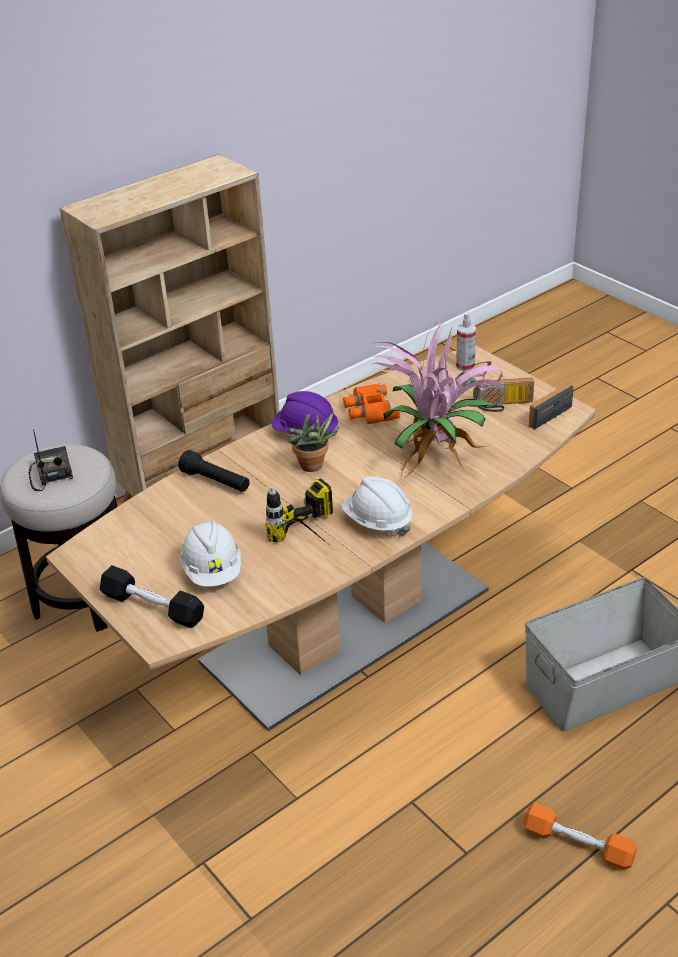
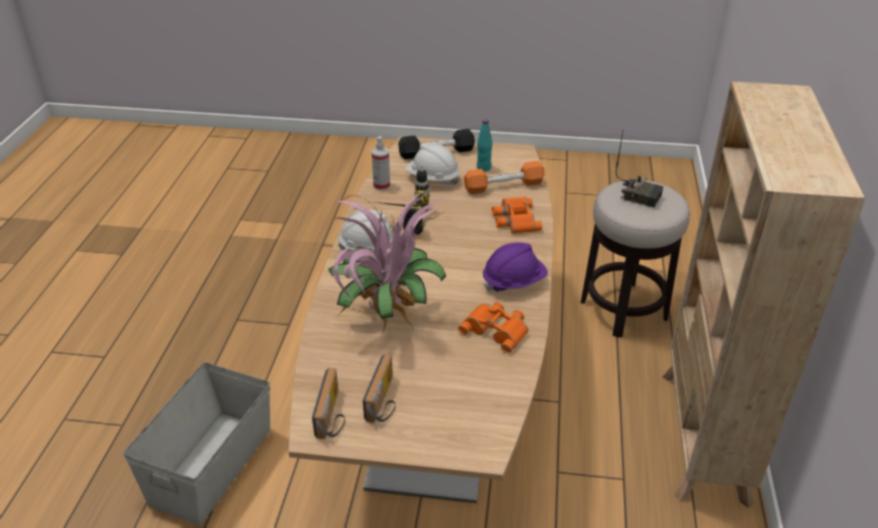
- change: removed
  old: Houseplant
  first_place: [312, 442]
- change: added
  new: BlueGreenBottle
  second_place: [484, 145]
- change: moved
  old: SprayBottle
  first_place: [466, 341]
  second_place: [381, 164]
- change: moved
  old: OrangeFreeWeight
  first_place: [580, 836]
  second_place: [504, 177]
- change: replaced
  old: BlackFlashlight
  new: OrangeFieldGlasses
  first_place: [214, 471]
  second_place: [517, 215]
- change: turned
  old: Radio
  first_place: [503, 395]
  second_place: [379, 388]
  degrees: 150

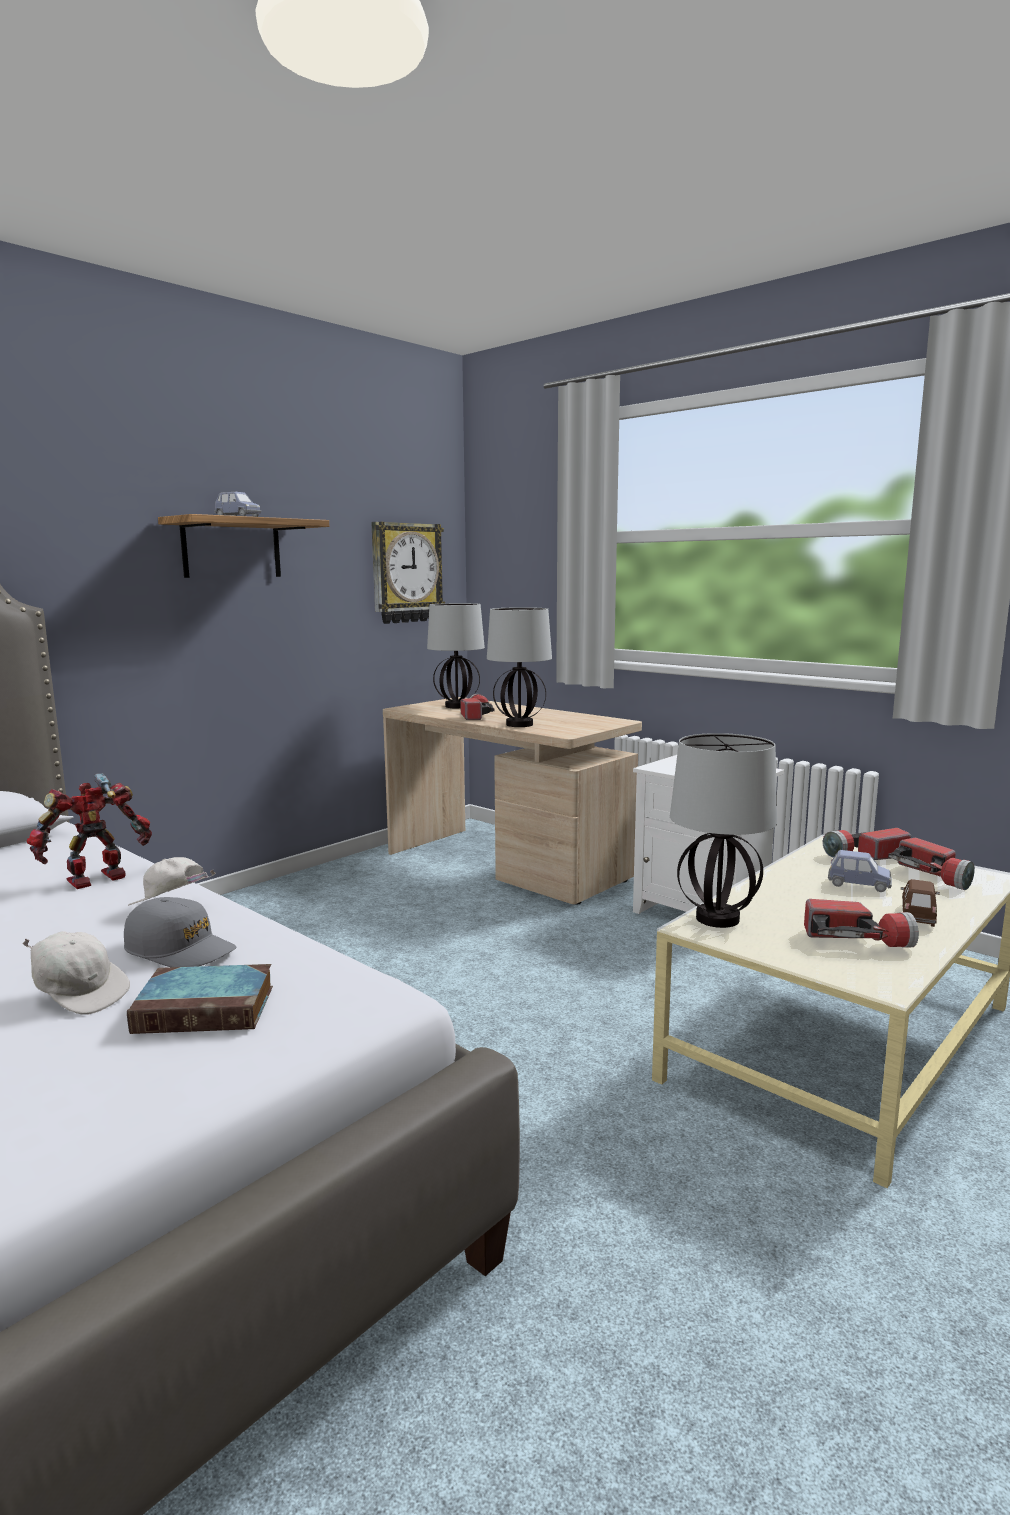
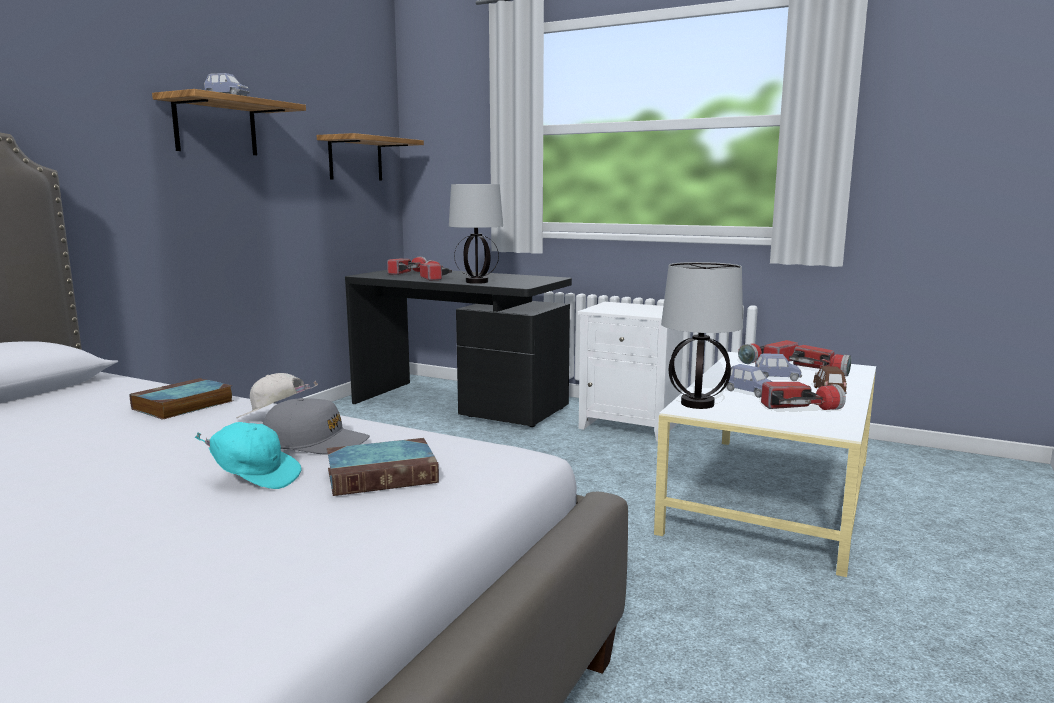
- change: added
  new: BlueMiniatureCar
  second_place: [748, 381]
- change: replaced
  old: ModelRobot
  new: BoundBook
  first_place: [89, 831]
  second_place: [181, 399]
- change: replaced
  old: HangingClock
  new: BracketShelf
  first_place: [408, 572]
  second_place: [370, 157]
- change: replaced
  old: TableLamp
  new: Flashlight
  first_place: [456, 655]
  second_place: [407, 265]
- change: recoloured
  old: WhitishBaseballCap
  new: BlueGreenBaseballCap
  first_place: [76, 973]
  second_place: [248, 455]
- change: recoloured
  old: BeigeColouredDesk
  new: BlackDesk
  first_place: [512, 801]
  second_place: [458, 348]

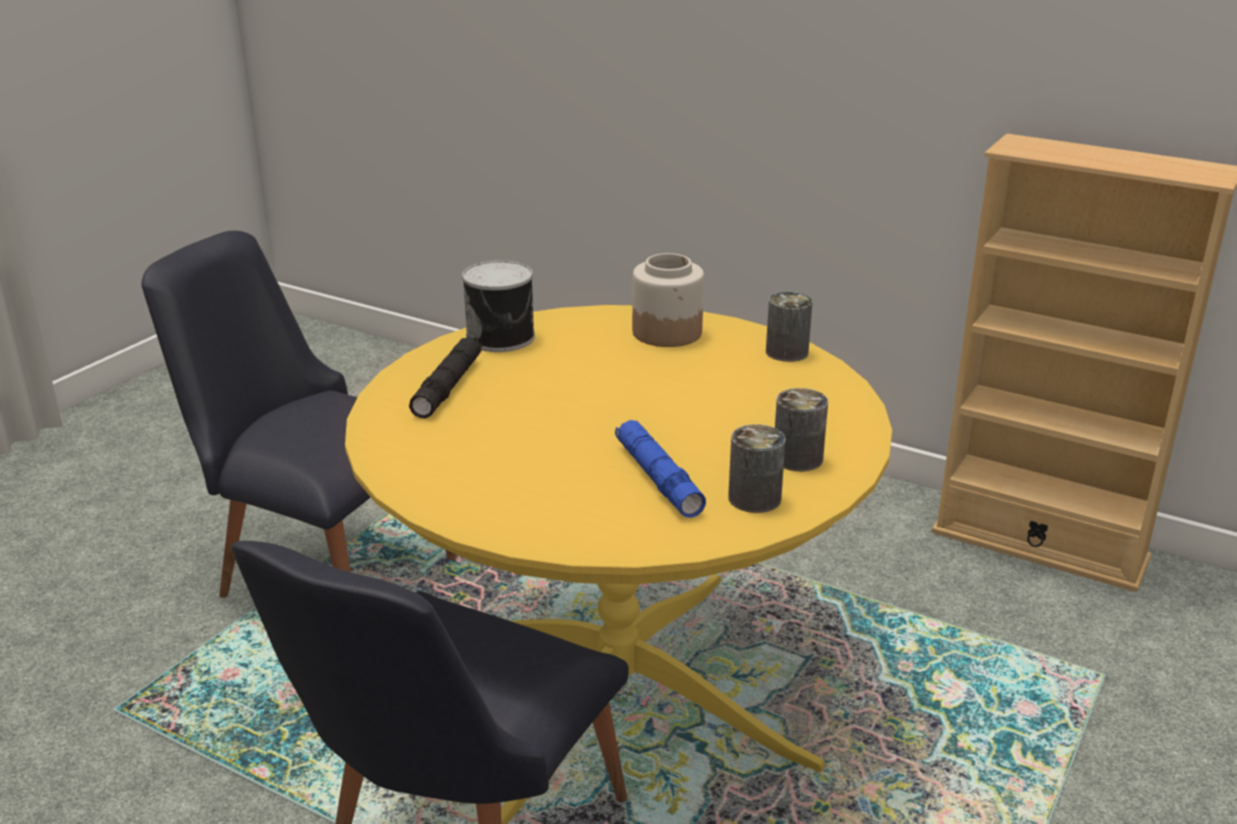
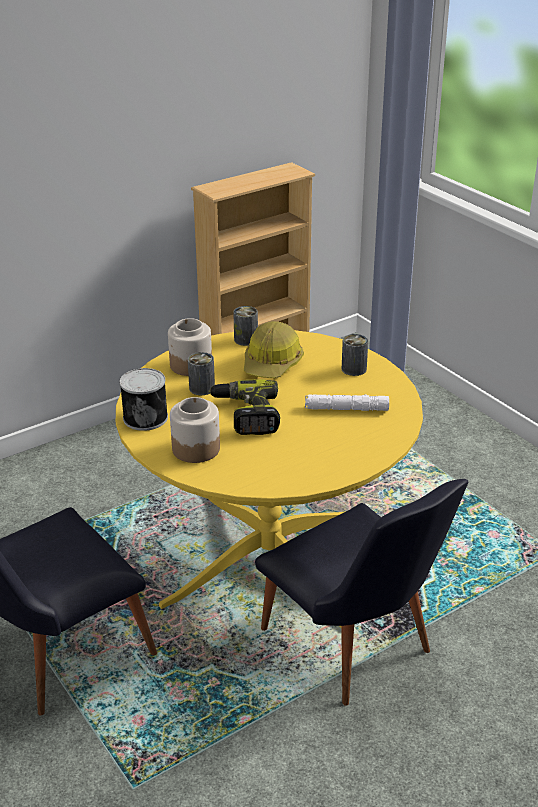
- change: added
  new: PowerDrill
  second_place: [244, 407]
- change: added
  new: WorkHelmet
  second_place: [274, 349]
- change: moved
  old: Can
  first_place: [757, 468]
  second_place: [201, 373]
- change: replaced
  old: BlackFlashlight
  new: StorageJar
  first_place: [445, 378]
  second_place: [195, 430]
- change: recoloured
  old: BlueFlashlight
  new: WhitishFlashlight
  first_place: [660, 469]
  second_place: [347, 402]

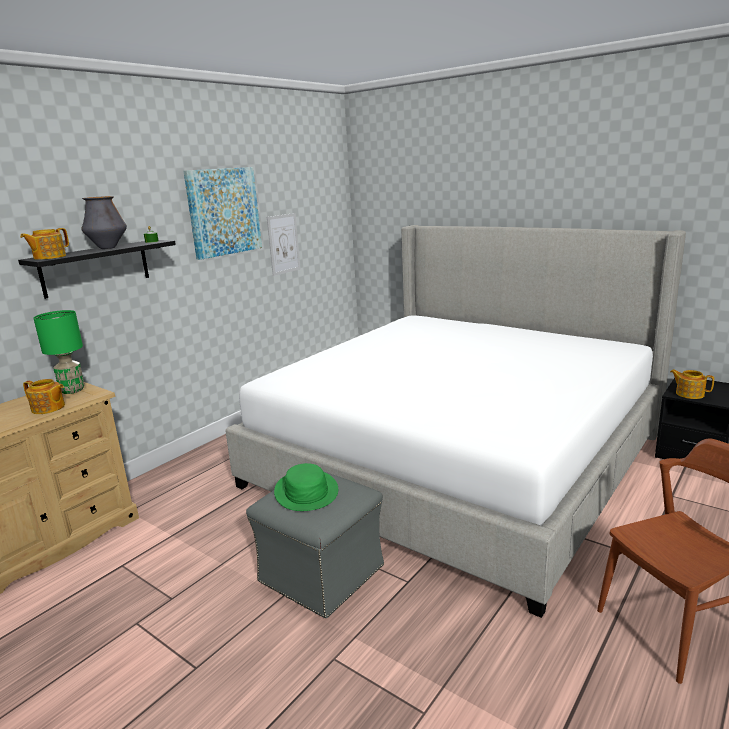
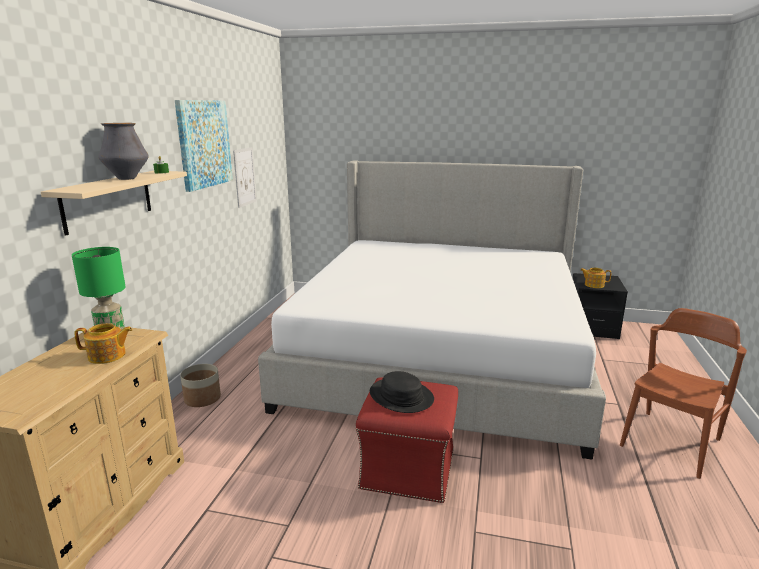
- change: removed
  old: PotForTea
  first_place: [44, 244]
- change: added
  new: FlowerPot
  second_place: [200, 385]
- change: recoloured
  old: BlackBracketShelf
  new: BeigeColouredBracketShelf
  first_place: [97, 269]
  second_place: [114, 203]
- change: recoloured
  old: GreyishFootrest
  new: ReddishFootrest
  first_place: [315, 544]
  second_place: [407, 440]
- change: recoloured
  old: GreenishWearableHat
  new: BlackWearableHat
  first_place: [306, 487]
  second_place: [402, 392]

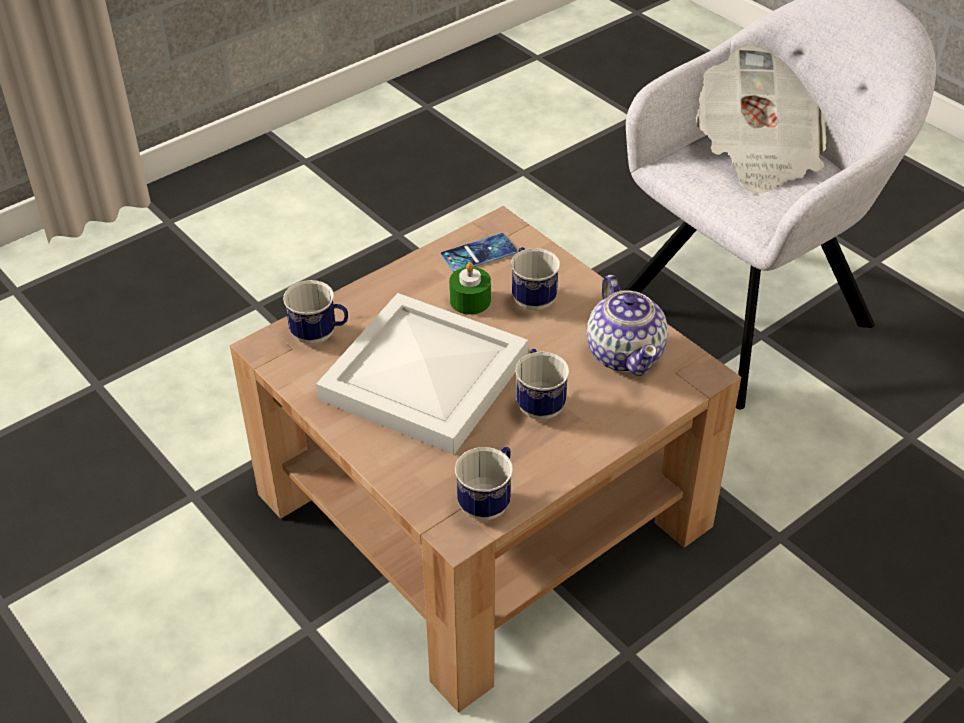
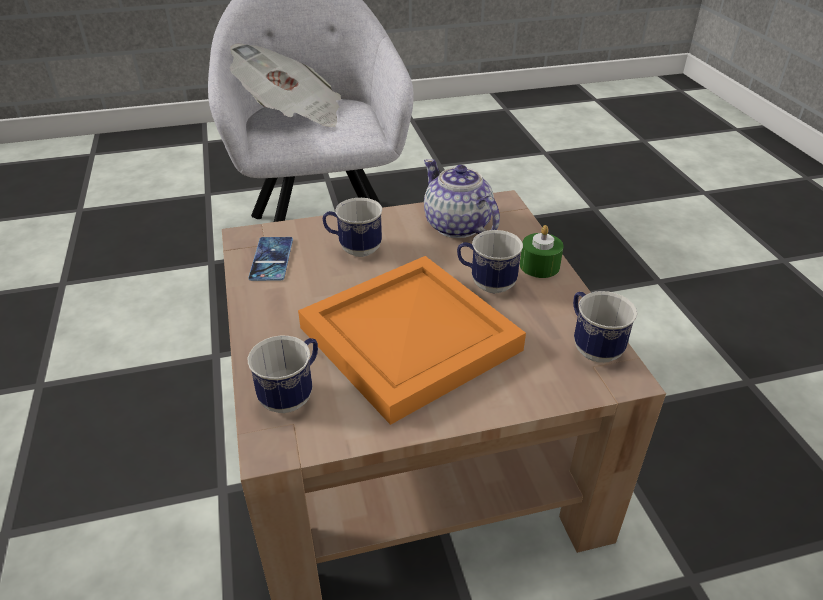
- change: moved
  old: GreenishCandle
  first_place: [470, 288]
  second_place: [542, 251]
- change: recoloured
  old: WhitishTray
  new: OrangeTray
  first_place: [422, 374]
  second_place: [412, 340]
- change: turned
  old: PotForTea
  first_place: [627, 325]
  second_place: [462, 198]
  degrees: -135

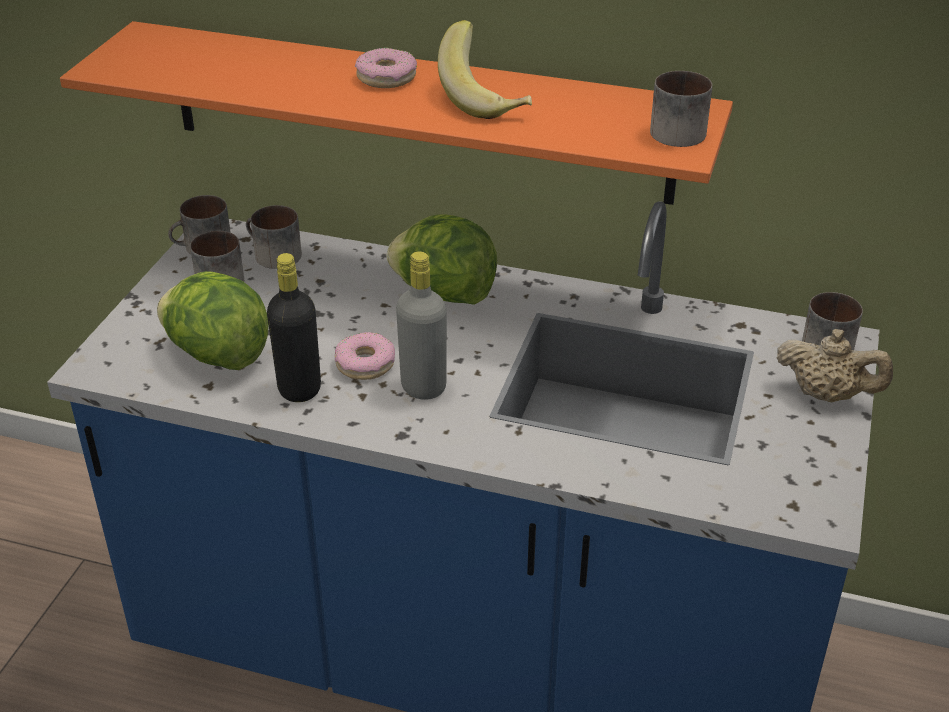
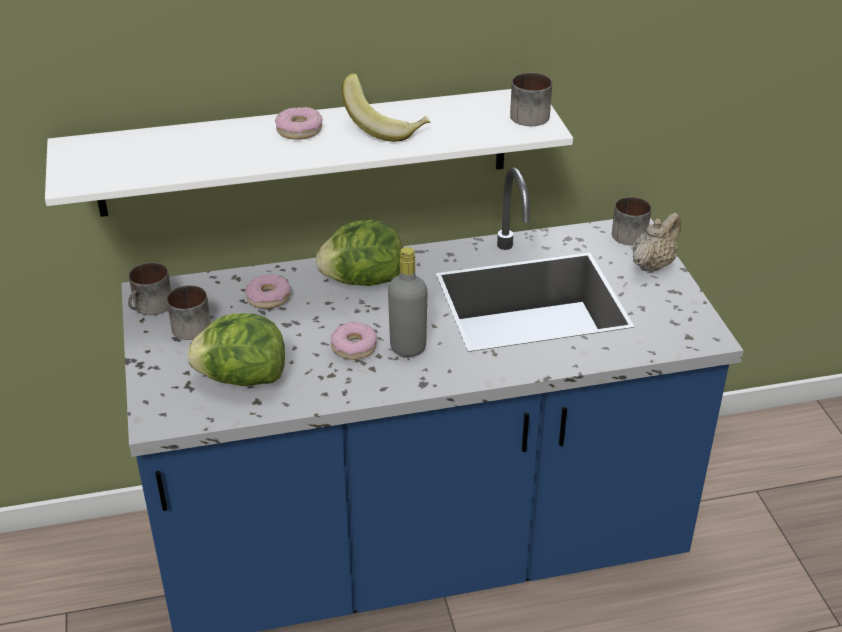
- change: removed
  old: TeaMug
  first_place: [274, 237]
- change: removed
  old: BlackBottle
  first_place: [294, 327]
- change: added
  new: Doughnut
  second_place: [268, 291]
- change: recoloured
  old: OrangeBracketShelf
  new: WhitishBracketShelf
  first_place: [396, 113]
  second_place: [309, 153]
- change: turned
  old: BeigeColouredPotForTea
  first_place: [835, 365]
  second_place: [657, 242]
  degrees: -45

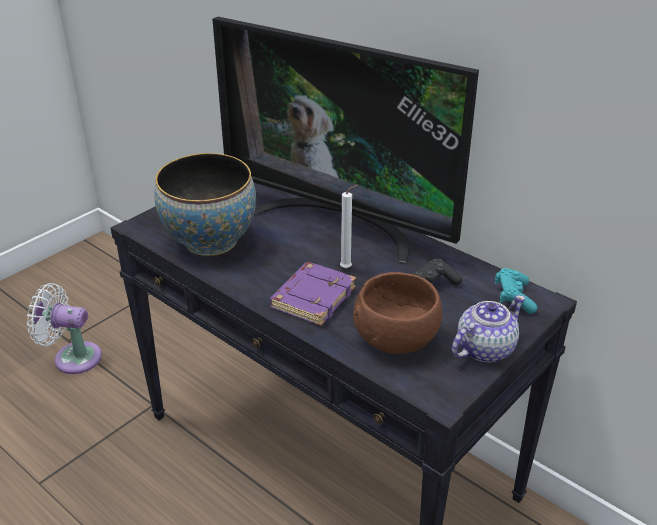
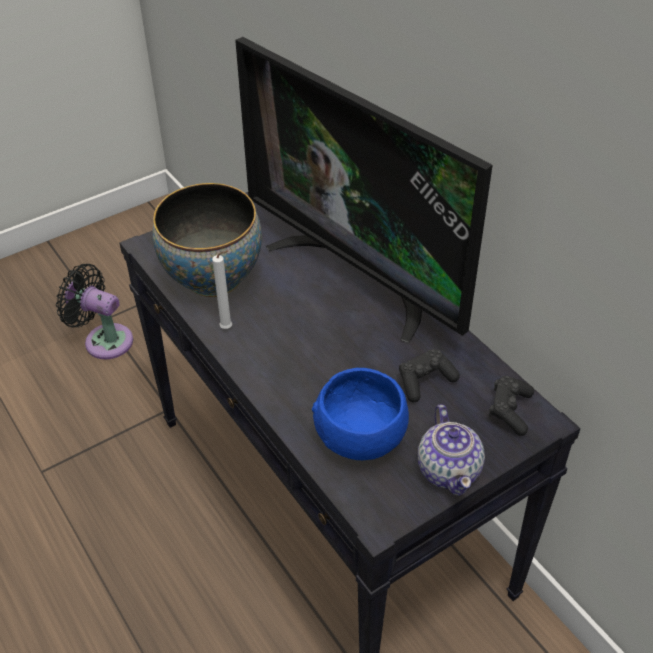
- change: removed
  old: PurplishBoundBook
  first_place: [312, 294]
- change: moved
  old: WhitishCandle
  first_place: [349, 226]
  second_place: [222, 290]
- change: recoloured
  old: WhitishCoolingFan
  new: BlackCoolingFan
  first_place: [64, 328]
  second_place: [94, 311]
- change: recoloured
  old: BrownishServingBowl
  new: BlueServingBowl
  first_place: [397, 313]
  second_place: [360, 414]
- change: recoloured
  old: BlueGreenJoypad
  new: BlackJoypad
  first_place: [516, 291]
  second_place: [511, 406]
- change: turned
  old: PotForTea
  first_place: [488, 329]
  second_place: [451, 450]
  degrees: 105

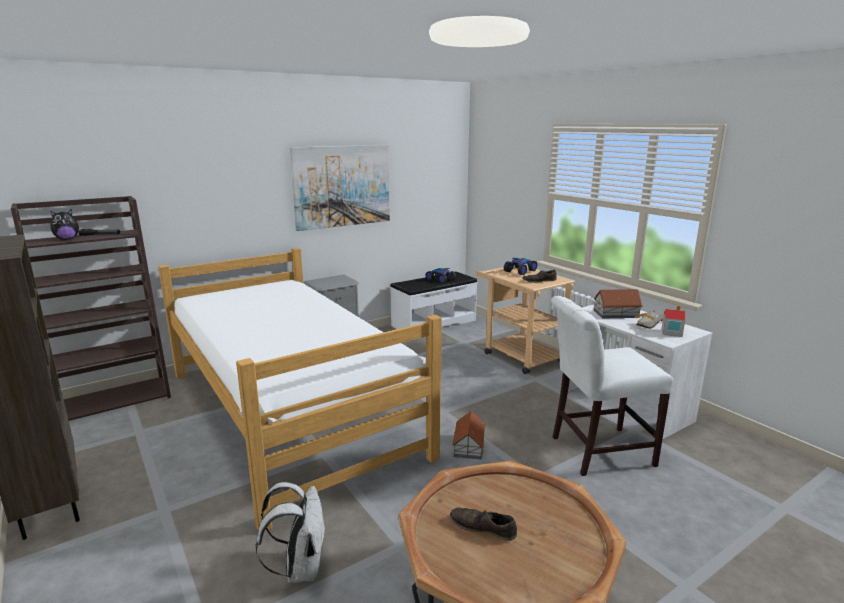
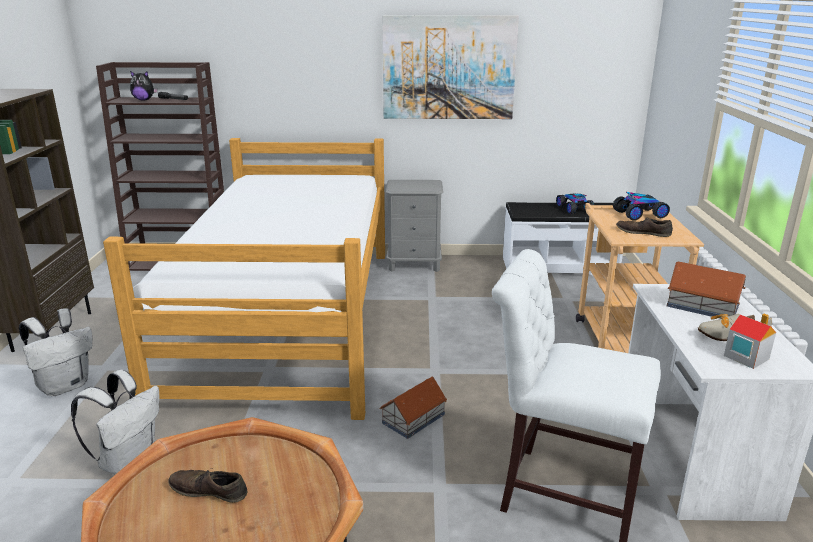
- change: added
  new: WhitishRucksack
  second_place: [55, 352]
- change: turned
  old: BrownishLowShoe
  first_place: [483, 524]
  second_place: [208, 486]
  degrees: -45

